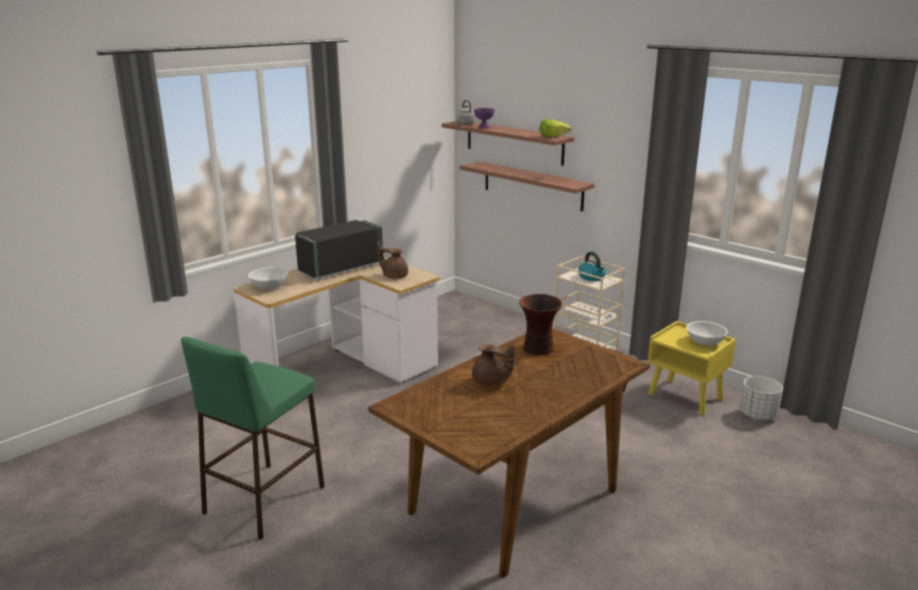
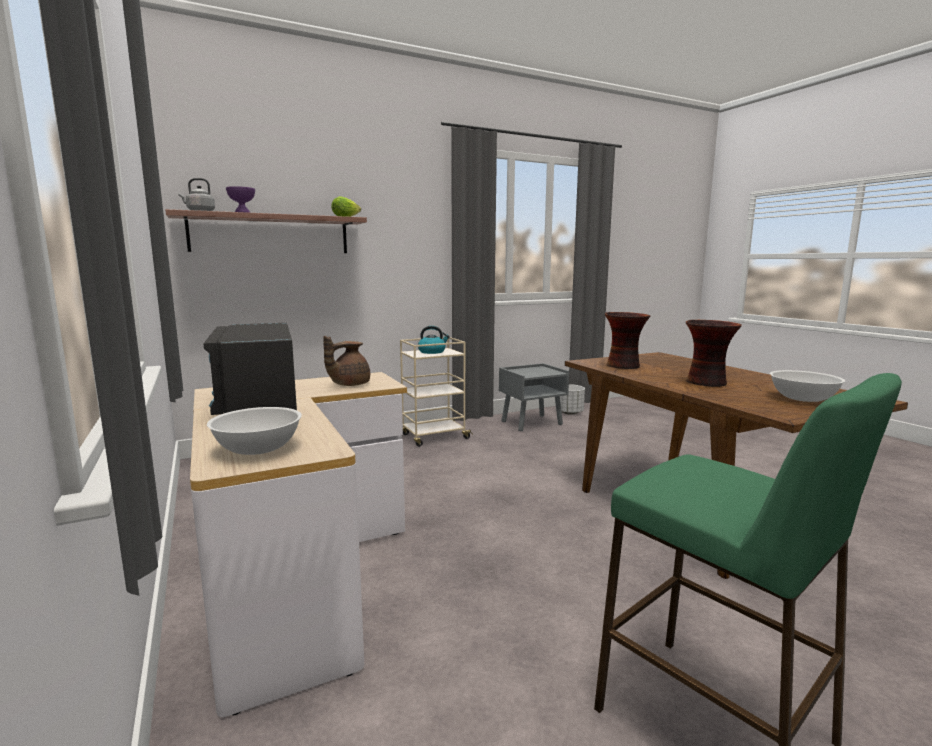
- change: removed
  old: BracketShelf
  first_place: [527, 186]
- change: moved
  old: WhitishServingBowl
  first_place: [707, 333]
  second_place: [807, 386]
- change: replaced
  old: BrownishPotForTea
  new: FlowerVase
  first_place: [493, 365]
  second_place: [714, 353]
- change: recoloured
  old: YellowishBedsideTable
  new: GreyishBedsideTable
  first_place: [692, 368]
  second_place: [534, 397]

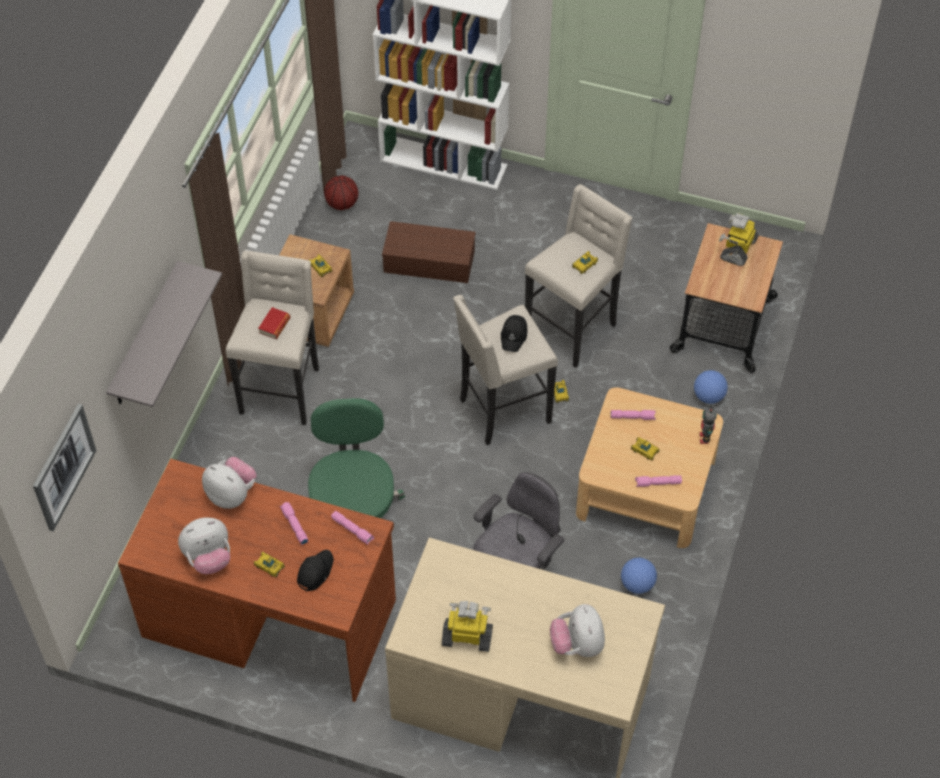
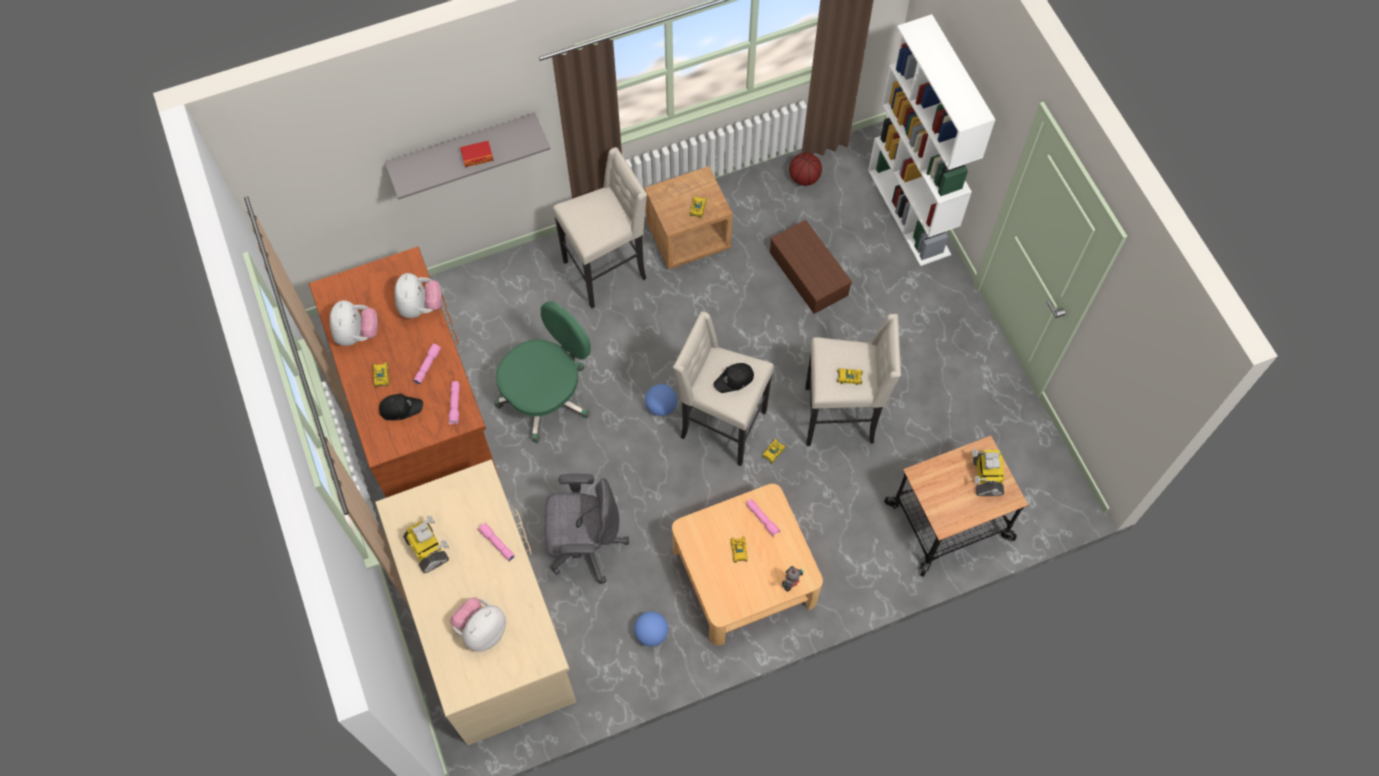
- change: removed
  old: WallArt
  first_place: [64, 467]
- change: moved
  old: BoundBook
  first_place: [274, 323]
  second_place: [477, 154]
- change: moved
  old: PinkFlashlight
  first_place: [658, 481]
  second_place: [496, 542]
- change: moved
  old: BallForFootball
  first_place: [711, 387]
  second_place: [661, 400]
- change: turned
  old: SoftToy
  first_place: [204, 545]
  second_place: [354, 323]
  degrees: -120
- change: turned
  old: ModelRobot
  first_place: [738, 239]
  second_place: [988, 472]
  degrees: -75

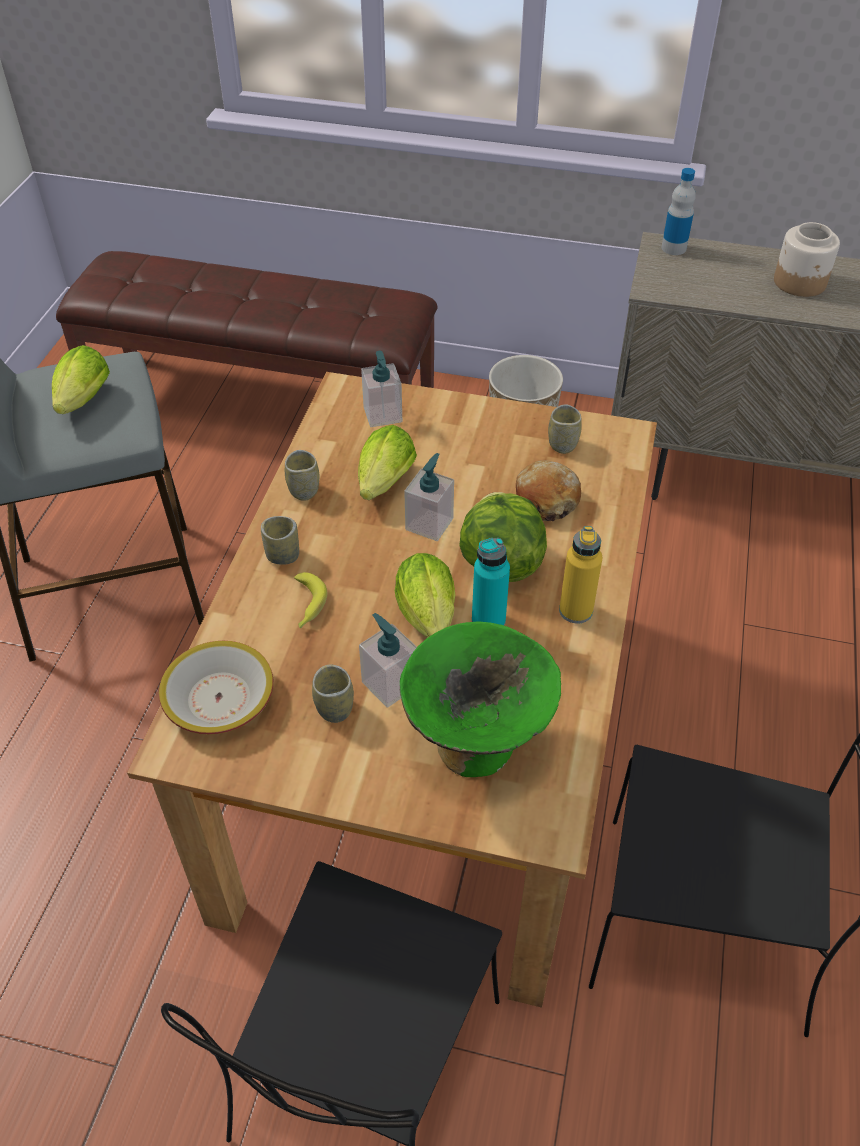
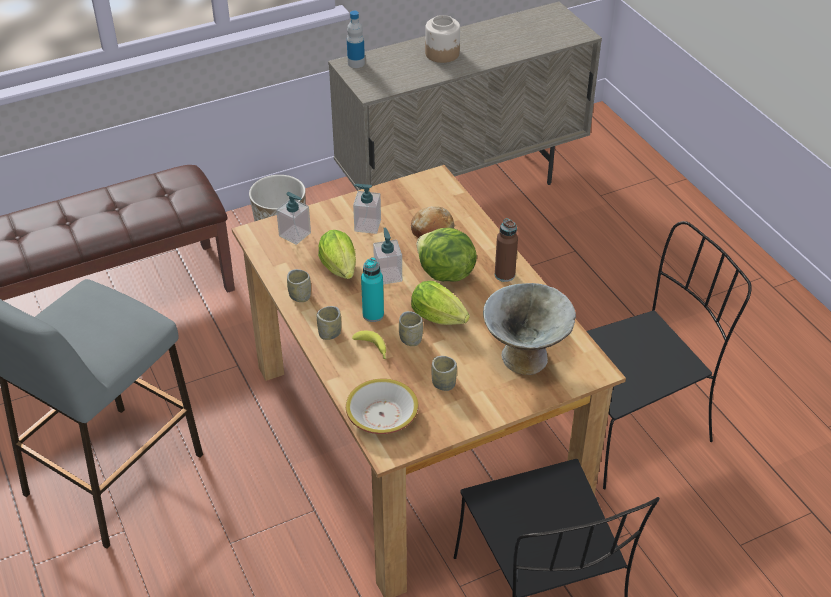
- change: removed
  old: LettuceHead
  first_place: [81, 379]
- change: moved
  old: SoapDispenser
  first_place: [388, 660]
  second_place: [367, 209]
- change: moved
  old: BlueGreenBottle
  first_place: [491, 582]
  second_place: [372, 289]
- change: moved
  old: DrinkingCup
  first_place: [565, 429]
  second_place: [411, 328]
- change: recoloured
  old: GreenishServingBowl
  new: GreyishServingBowl
  first_place: [480, 699]
  second_place: [529, 329]
- change: recoloured
  old: YellowishBottle
  new: BrownishBottle
  first_place: [580, 575]
  second_place: [506, 250]

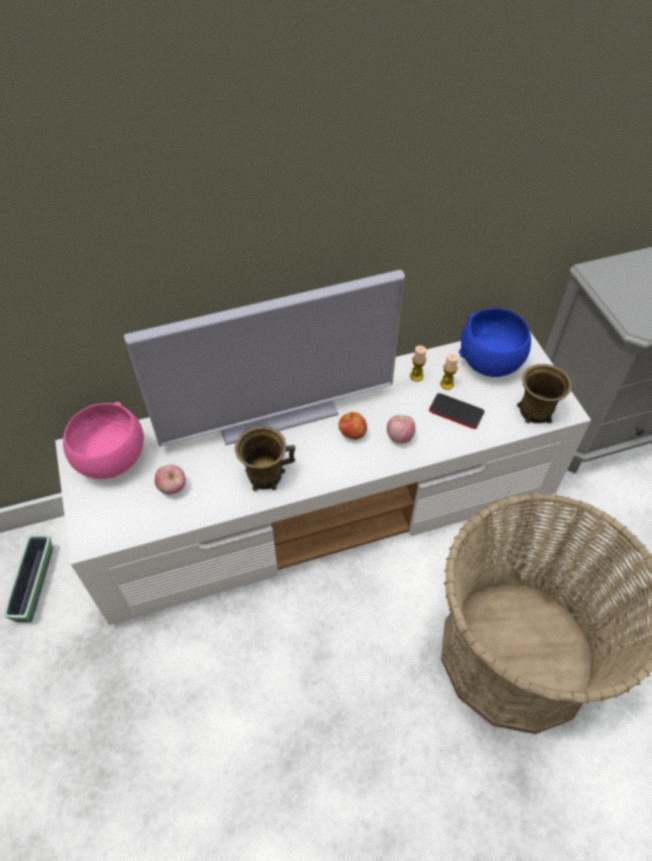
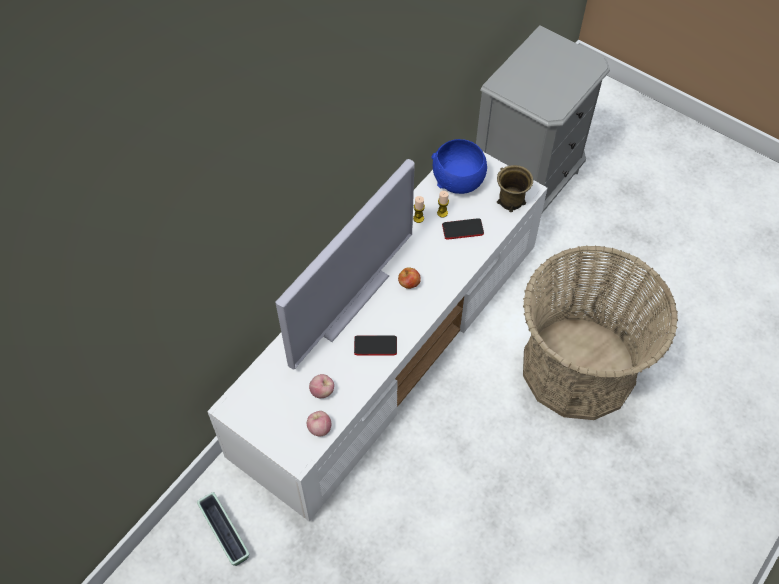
- change: removed
  old: PinkServingBowl
  first_place: [103, 440]
- change: moved
  old: AppleFruit
  first_place: [401, 429]
  second_place: [319, 423]
- change: replaced
  old: BrownishTeaMug
  new: Handset
  first_place: [265, 458]
  second_place: [375, 345]

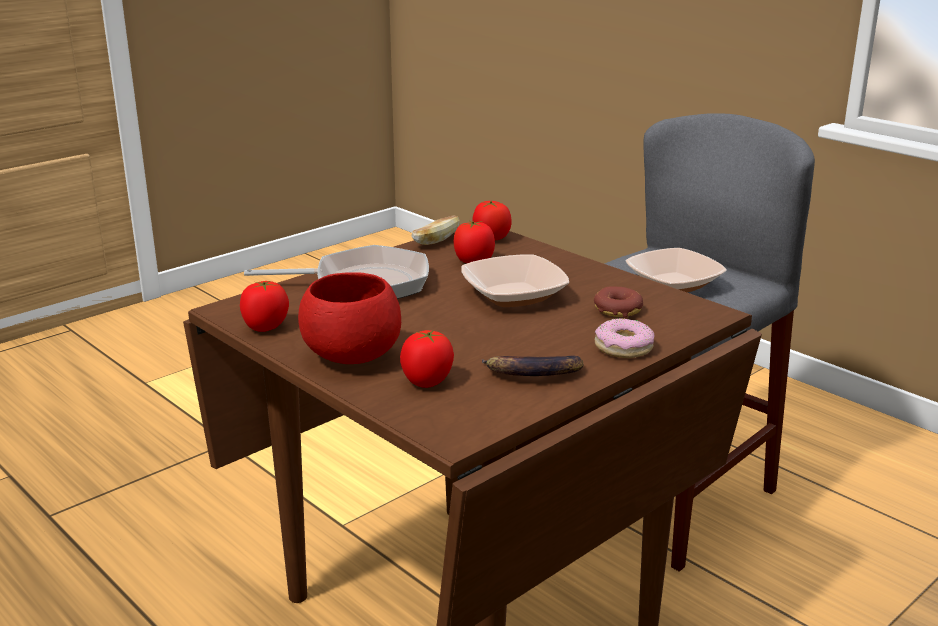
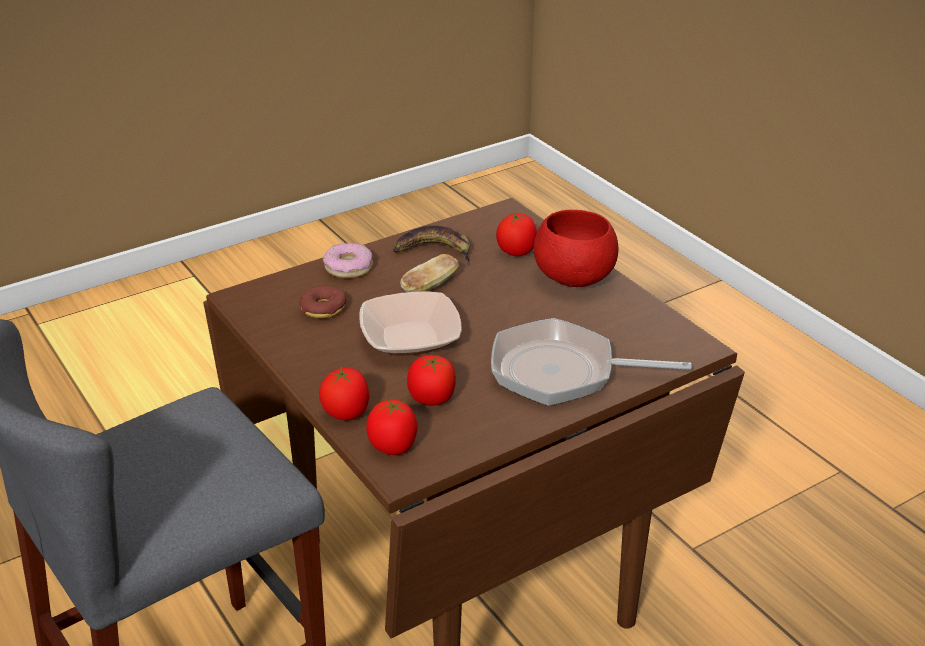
- change: removed
  old: ServingBowl
  first_place: [676, 270]
- change: moved
  old: Tomato
  first_place: [264, 306]
  second_place: [344, 393]
- change: moved
  old: BakedBread
  first_place: [435, 230]
  second_place: [429, 273]

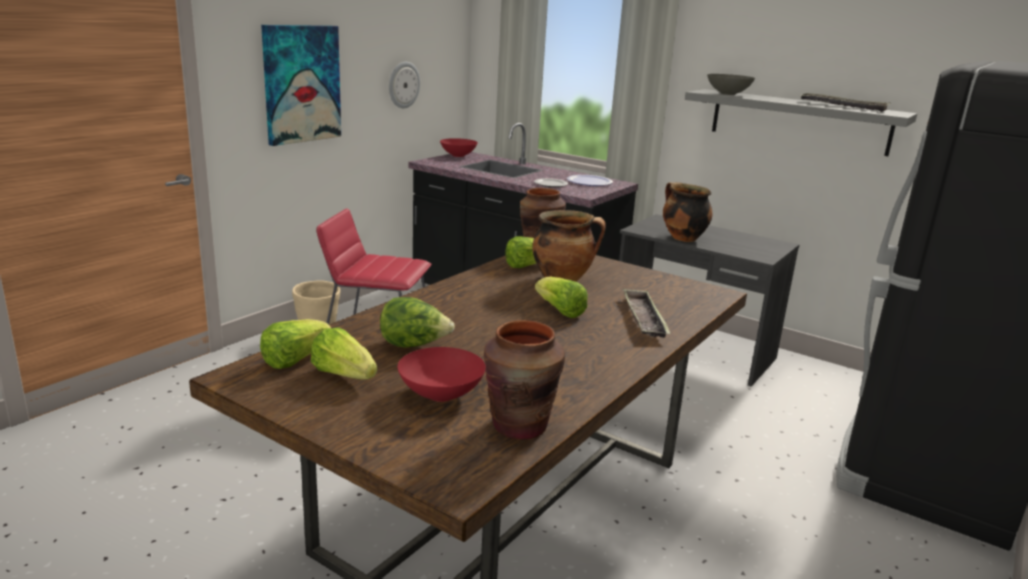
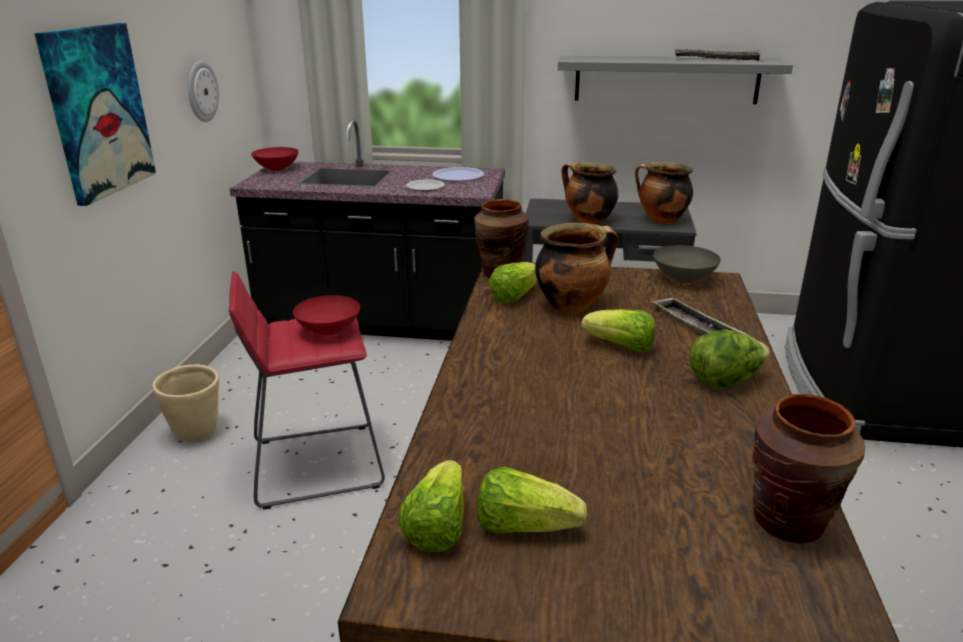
- change: added
  new: Saucepot
  second_place: [664, 193]
- change: moved
  old: LettuceHead
  first_place: [417, 322]
  second_place: [729, 358]
- change: moved
  old: ReddishServingBowl
  first_place: [442, 374]
  second_place: [326, 315]
- change: moved
  old: GreyishServingBowl
  first_place: [731, 84]
  second_place: [687, 264]

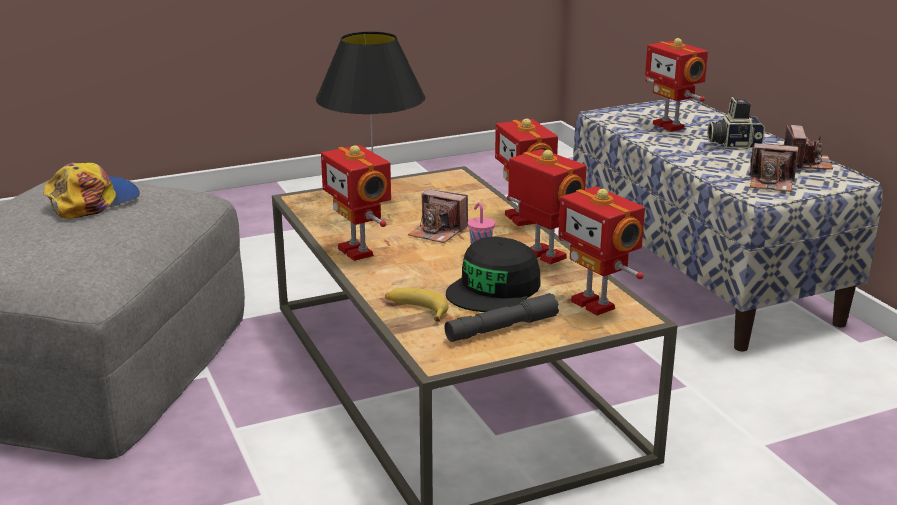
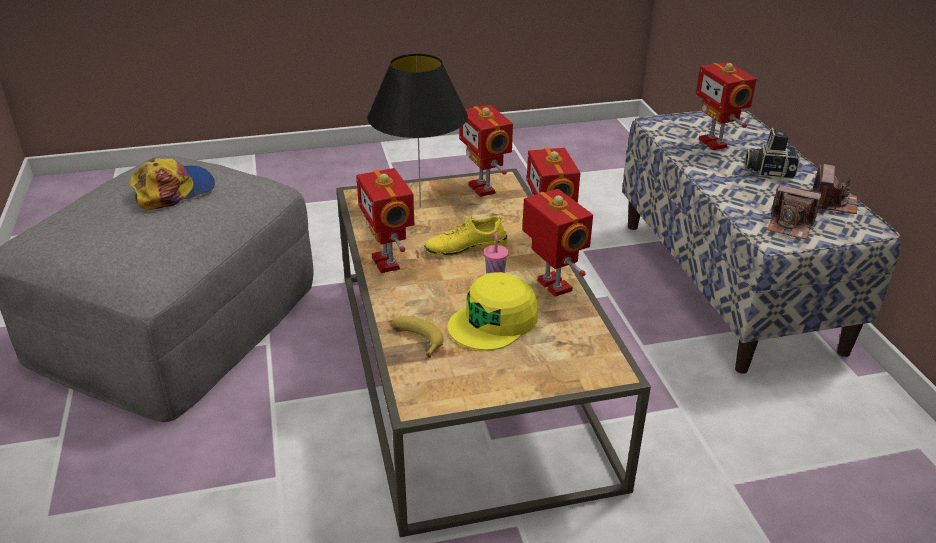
- change: removed
  old: GreyishFlashlight
  first_place: [501, 317]
- change: moved
  old: ModelRobot
  first_place: [601, 251]
  second_place: [486, 151]
- change: replaced
  old: StillCamera
  new: YellowishLowShoe
  first_place: [438, 216]
  second_place: [466, 235]
- change: recoloured
  old: BlackBaseballCap
  new: YellowishBaseballCap
  first_place: [493, 274]
  second_place: [492, 311]

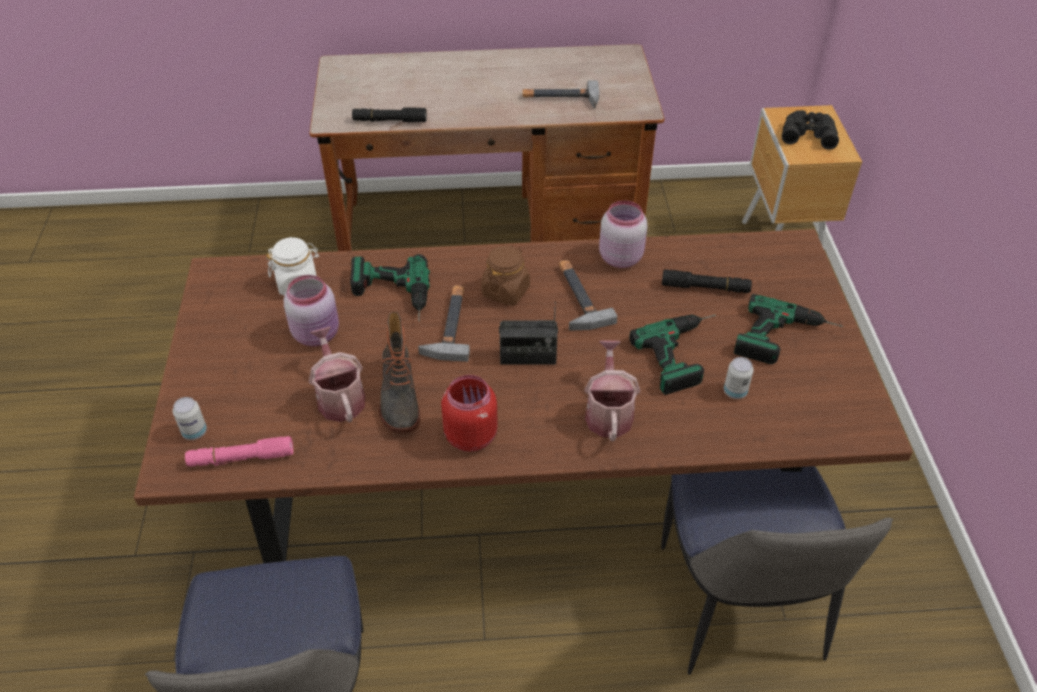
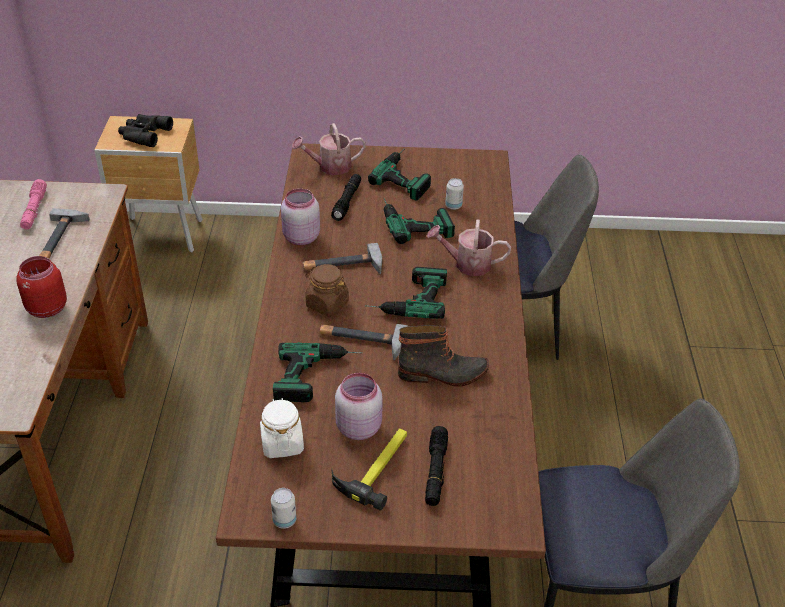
- change: added
  new: Hammer
  second_place: [369, 469]
- change: moved
  old: Can
  first_place: [190, 418]
  second_place: [283, 508]
- change: moved
  old: PinkFlashlight
  first_place: [239, 451]
  second_place: [33, 204]
- change: moved
  old: SprinklingCan
  first_place: [337, 375]
  second_place: [329, 149]
- change: moved
  old: BlackFlashlight
  first_place: [389, 115]
  second_place: [436, 466]
- change: moved
  old: ReddishStorageJar
  first_place: [469, 413]
  second_place: [41, 287]
- change: replaced
  old: Radio
  new: PowerDrill
  first_place: [528, 333]
  second_place: [406, 293]

